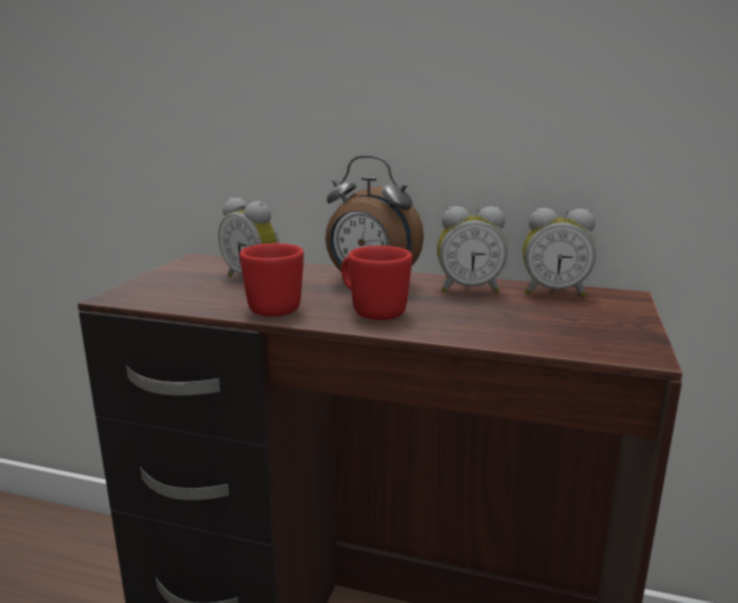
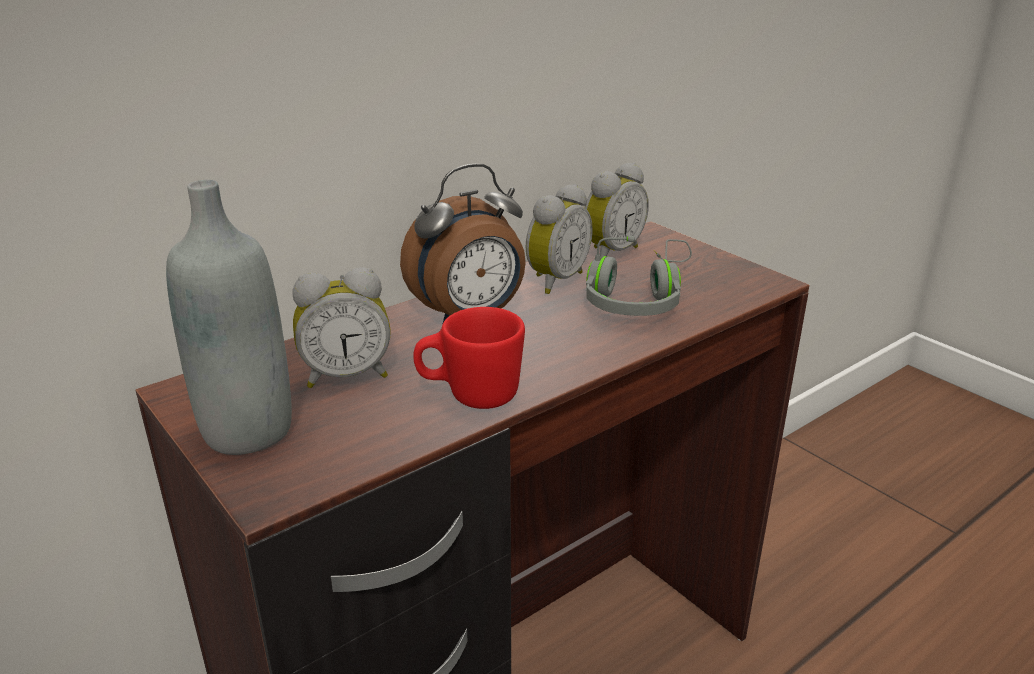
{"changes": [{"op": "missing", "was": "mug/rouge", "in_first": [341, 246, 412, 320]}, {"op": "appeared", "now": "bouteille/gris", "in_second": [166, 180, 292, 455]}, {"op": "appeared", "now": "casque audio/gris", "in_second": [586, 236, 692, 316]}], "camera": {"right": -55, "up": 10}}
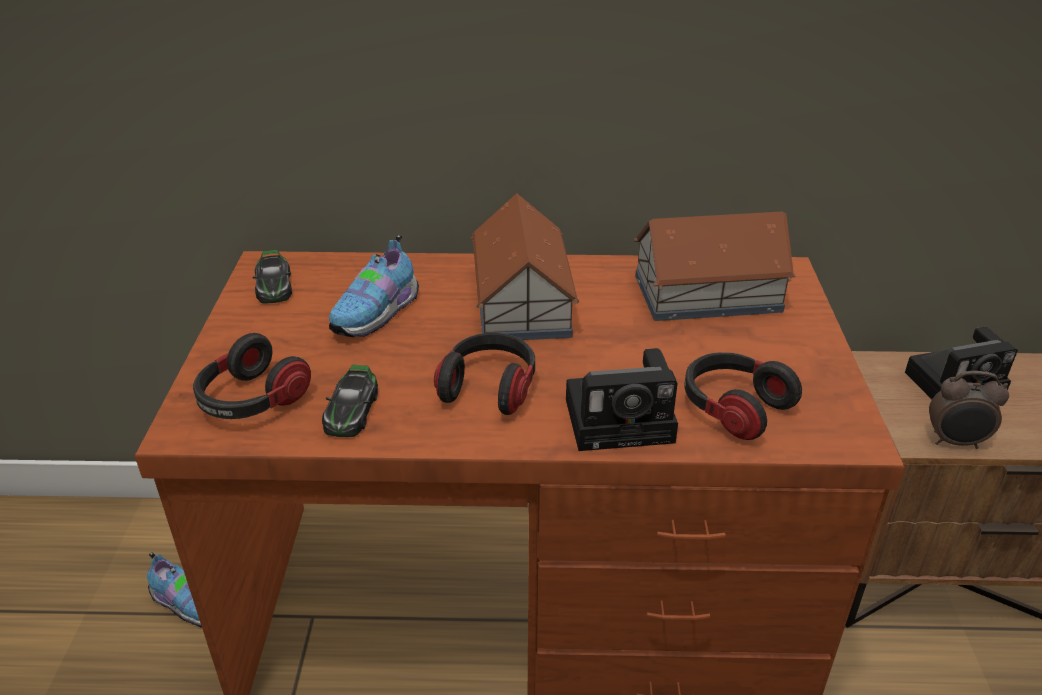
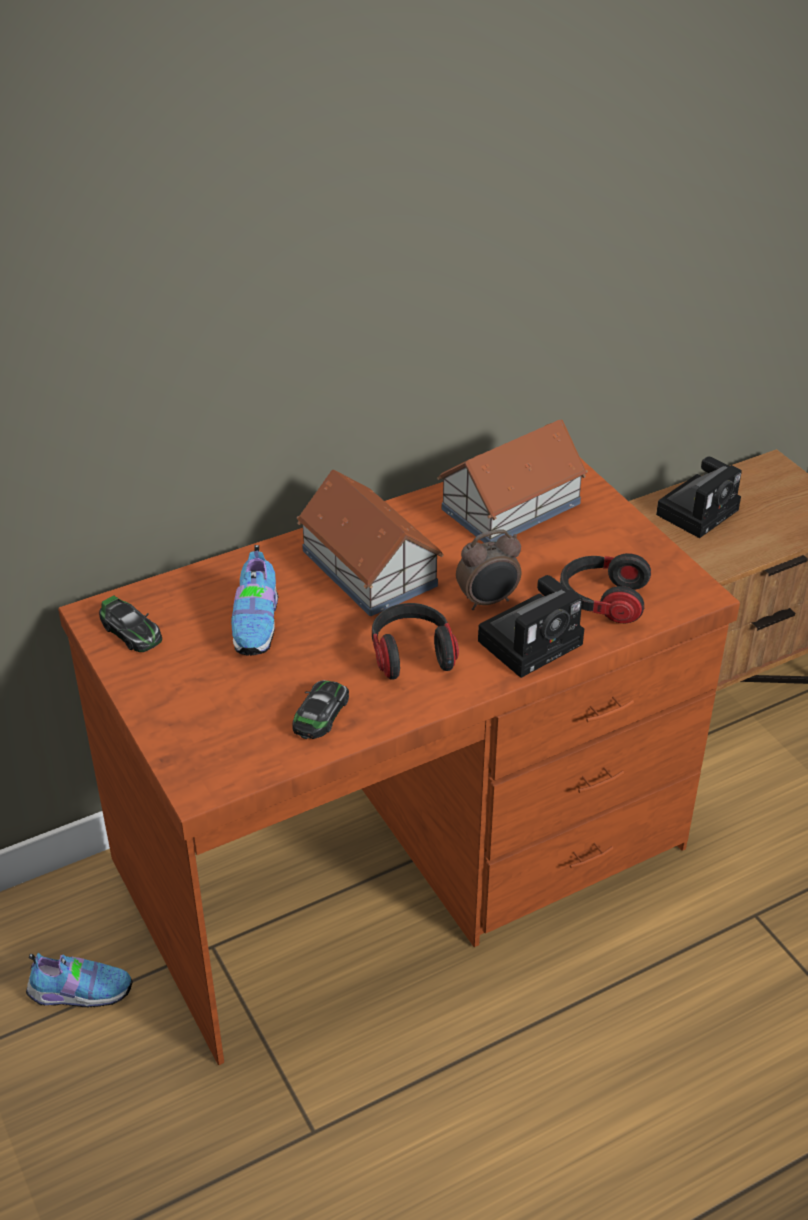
{"changes": [{"op": "missing", "was": "casque audio", "in_first": [193, 333, 311, 419]}, {"op": "relocated", "was": "réveil", "in_first": [929, 371, 1009, 449], "in_second": [456, 530, 522, 610]}, {"op": "spun", "was": "petite voiture", "in_first": [322, 365, 378, 437], "in_second": [292, 680, 349, 739], "clockwise": -135}], "camera": {"right": -30, "up": 5}}
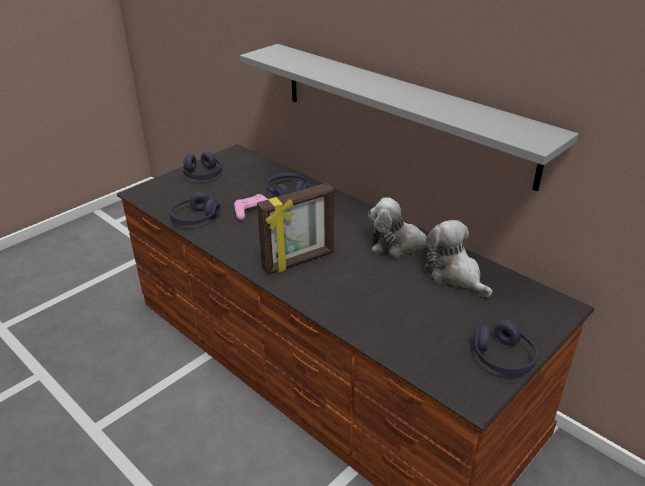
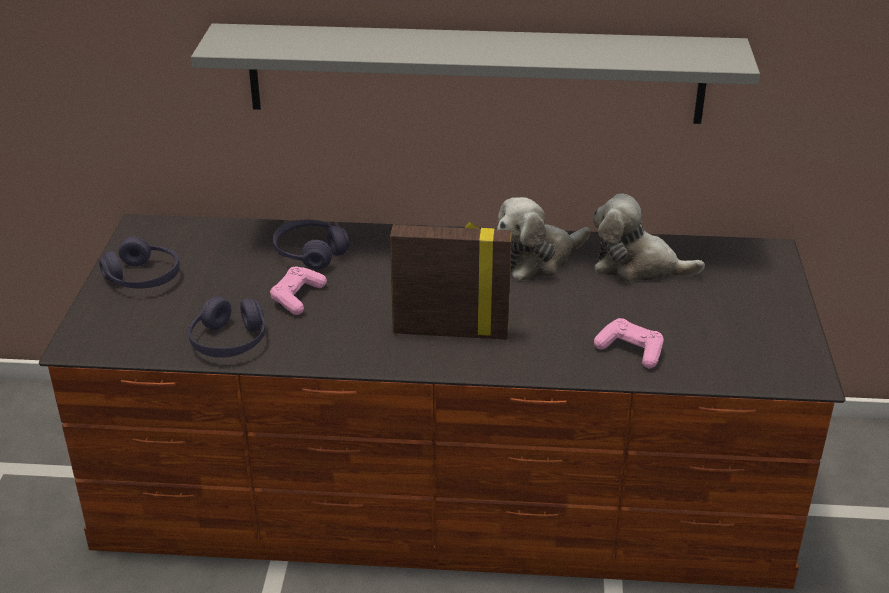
{"changes": [{"op": "missing", "was": "casque audio/violet", "in_first": [473, 320, 538, 375]}, {"op": "appeared", "now": "manette/rose", "in_second": [594, 318, 664, 368]}, {"op": "spun", "was": "cadre photo", "in_first": [257, 183, 334, 275], "in_second": [390, 222, 512, 340], "clockwise": -105}], "camera": {"right": -40, "up": 0}}
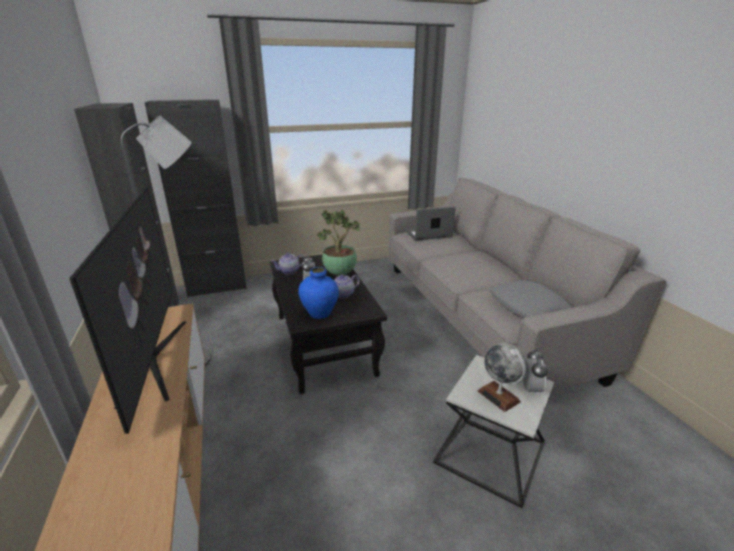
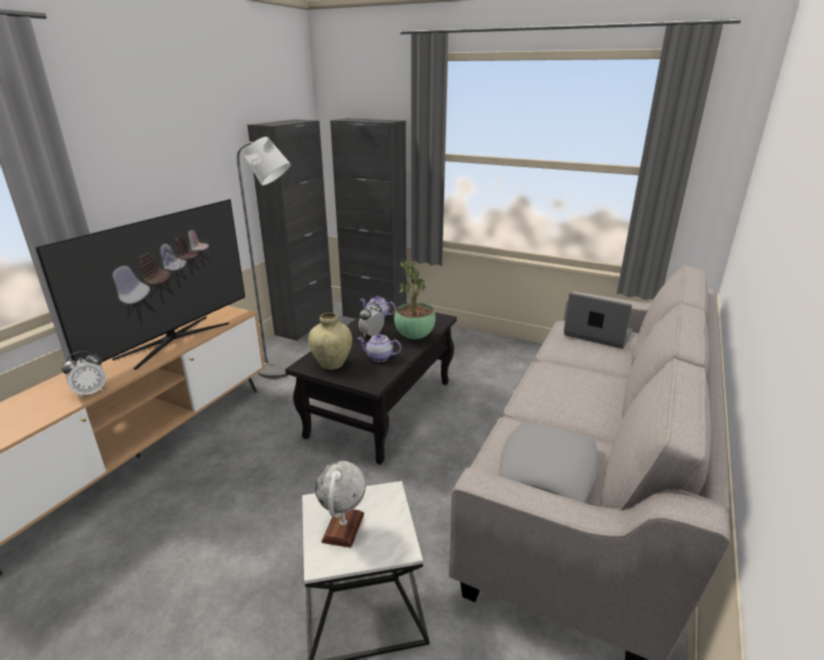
{"changes": [{"op": "relocated", "was": "réveil", "in_first": [523, 349, 548, 396], "in_second": [62, 351, 106, 398]}, {"op": "colour", "was": "vase/bleu", "now": "vase/beige", "in_first": [298, 267, 339, 319], "in_second": [308, 313, 352, 370]}], "camera": {"right": 45, "up": 0}}
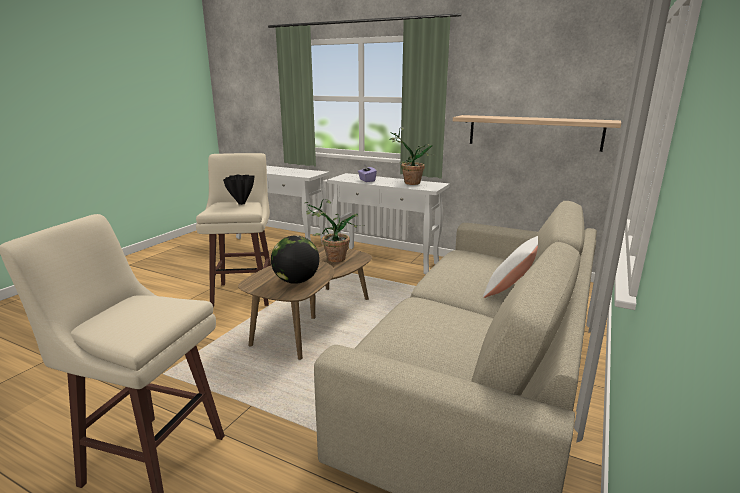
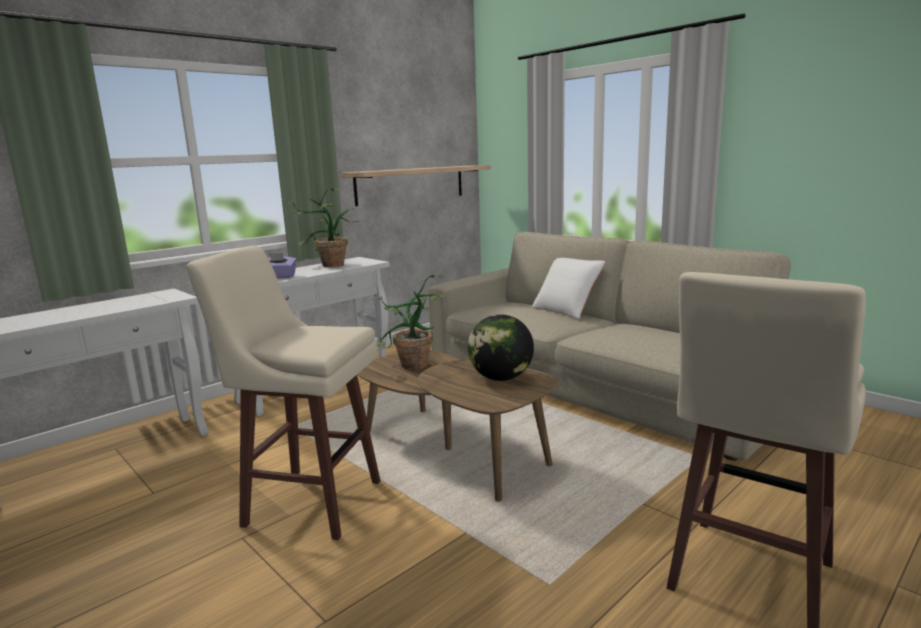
{"changes": [{"op": "missing", "was": "vase/noir", "in_first": [223, 175, 254, 205]}], "camera": {"right": -70, "up": -5}}
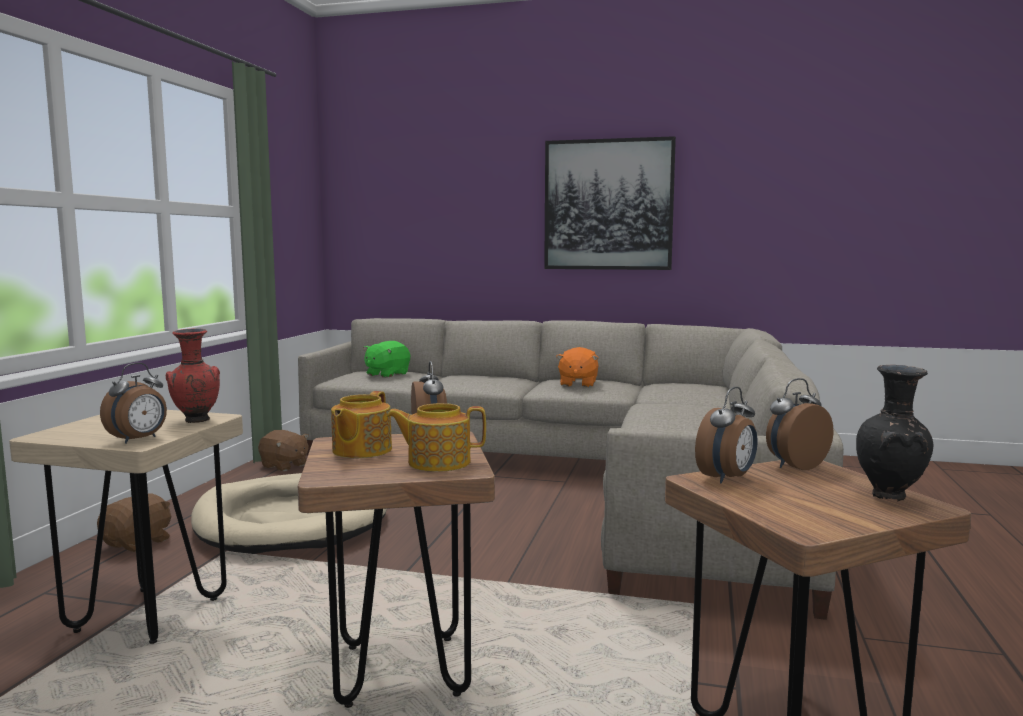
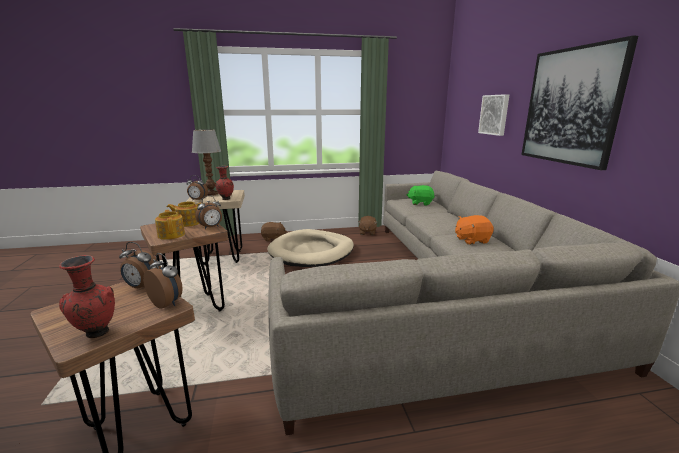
{"changes": [{"op": "appeared", "now": "lampe de table", "in_second": [192, 129, 221, 196]}, {"op": "appeared", "now": "tableau", "in_second": [478, 94, 510, 136]}, {"op": "colour", "was": "vase/noir", "now": "vase/rouge", "in_first": [856, 365, 933, 501], "in_second": [59, 255, 115, 338]}], "camera": {"right": 65, "up": 10}}
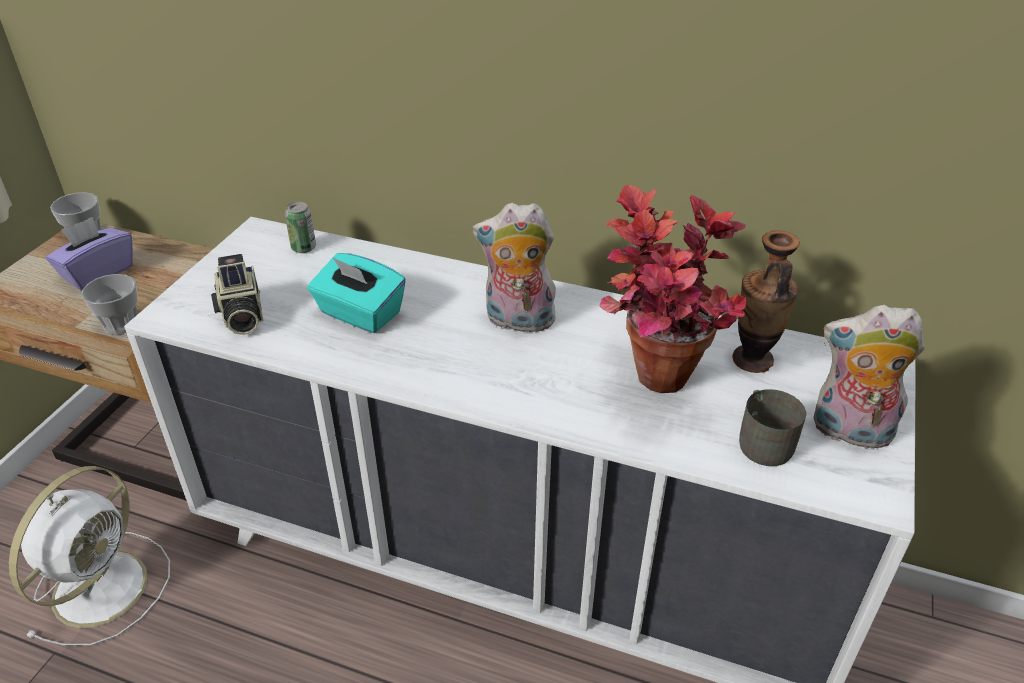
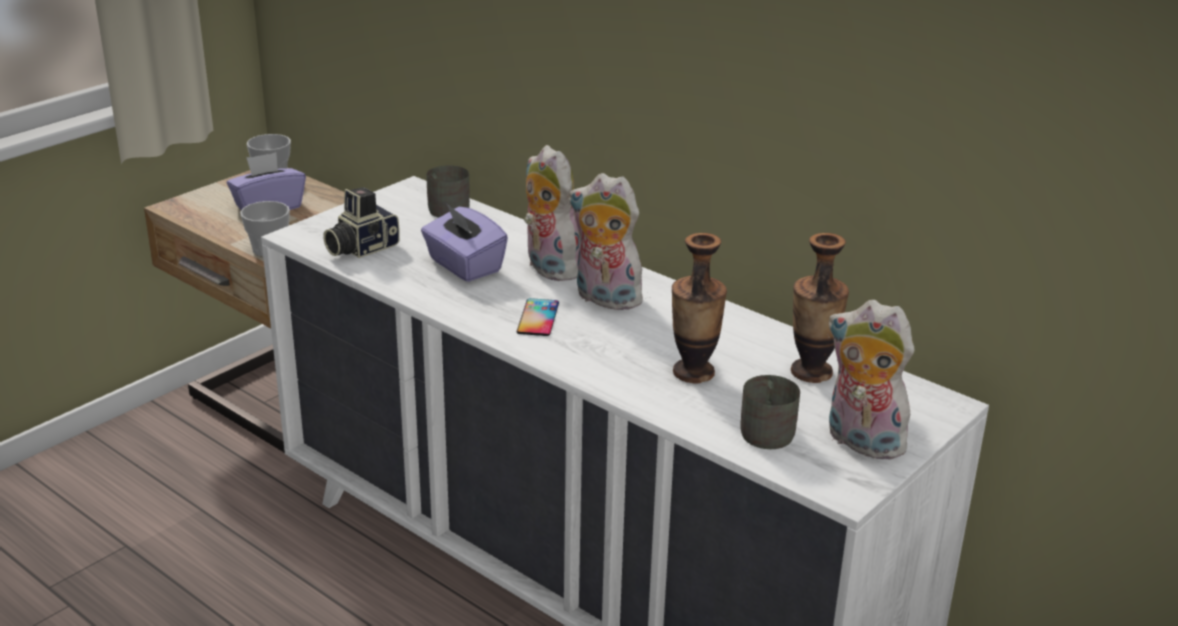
{"changes": [{"op": "missing", "was": "ventilateur/blanc", "in_first": [9, 466, 170, 646]}, {"op": "appeared", "now": "téléphone", "in_second": [517, 298, 559, 336]}, {"op": "appeared", "now": "peluche", "in_second": [524, 145, 580, 281]}, {"op": "exchanged", "was": "boîte métallique", "now": "mug/gris", "in_first": [285, 202, 316, 253], "in_second": [426, 165, 470, 218]}, {"op": "exchanged", "was": "plante en pot", "now": "vase", "in_first": [599, 185, 747, 393], "in_second": [672, 233, 727, 383]}, {"op": "colour", "was": "boîte à mouchoirs/turquoise", "now": "boîte à mouchoirs/violet", "in_first": [308, 253, 406, 333], "in_second": [421, 203, 508, 282]}, {"op": "spun", "was": "appareil photo", "in_first": [211, 254, 263, 335], "in_second": [323, 187, 400, 258], "clockwise": 45}], "camera": {"right": 20, "up": -10}}
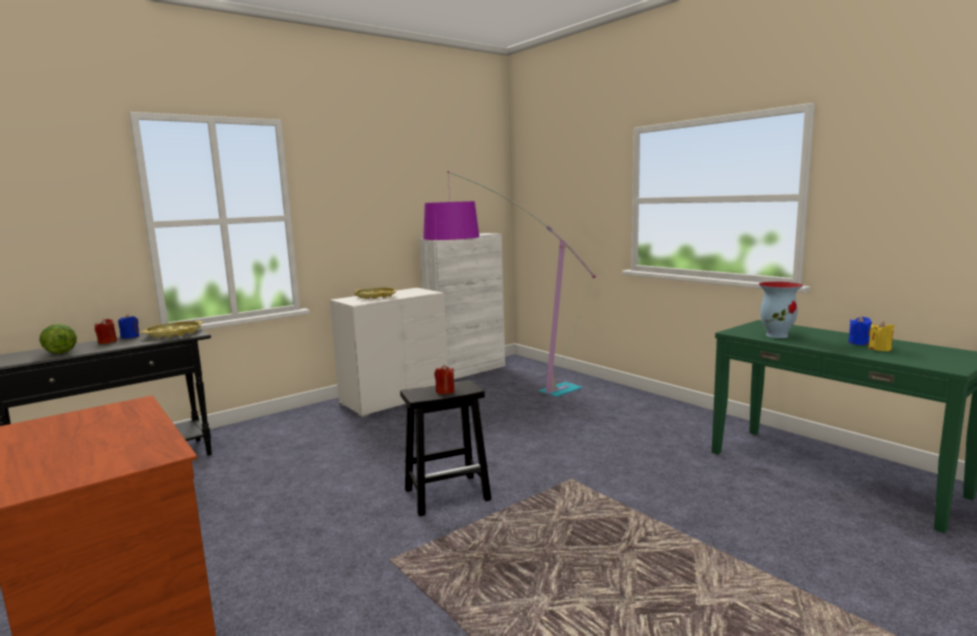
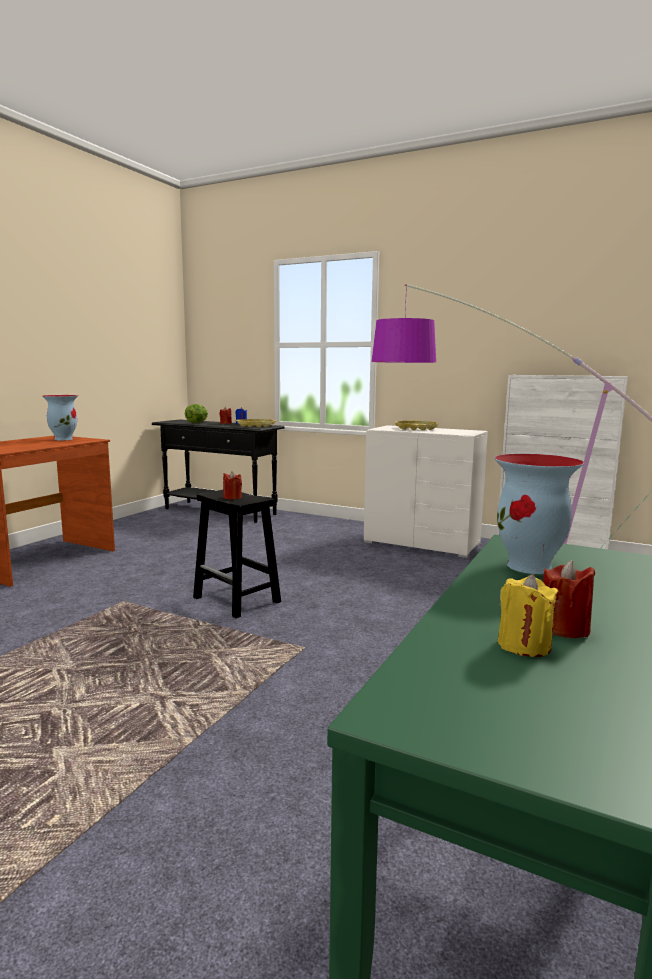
{"changes": [{"op": "appeared", "now": "vase", "in_second": [42, 395, 78, 440]}, {"op": "colour", "was": "bougie/bleu", "now": "bougie/rouge", "in_first": [849, 316, 872, 345], "in_second": [543, 560, 595, 638]}], "camera": {"right": 65, "up": 0}}
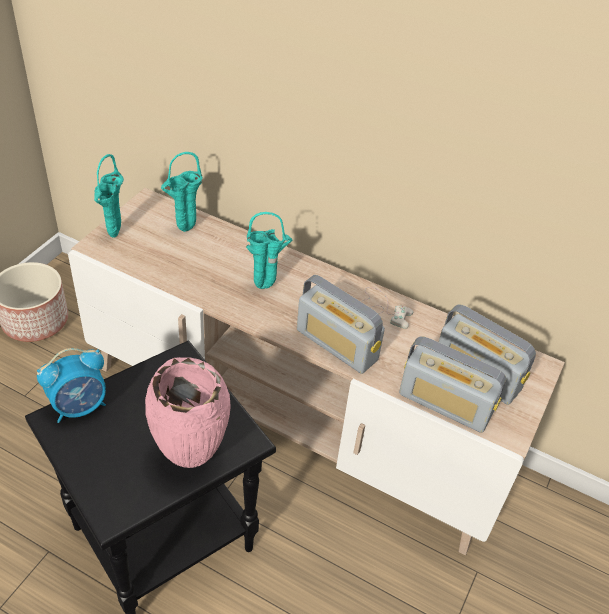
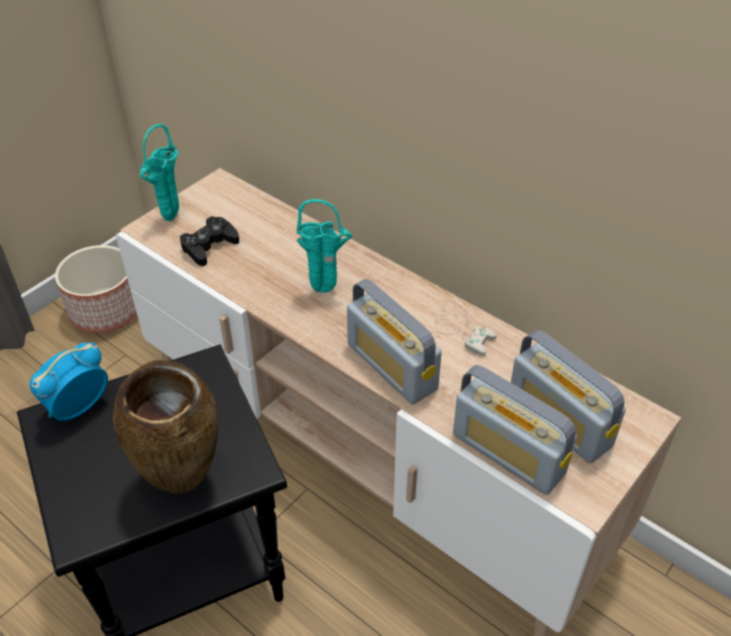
{"changes": [{"op": "missing", "was": "vase/turquoise", "in_first": [161, 152, 202, 232]}, {"op": "appeared", "now": "manette/noir", "in_second": [180, 216, 239, 266]}, {"op": "colour", "was": "vase/rose", "now": "vase/marron", "in_first": [145, 357, 231, 468], "in_second": [113, 360, 218, 493]}, {"op": "spun", "was": "réveil", "in_first": [37, 348, 106, 423], "in_second": [30, 342, 108, 421], "clockwise": 150}], "camera": {"right": 15, "up": 0}}
